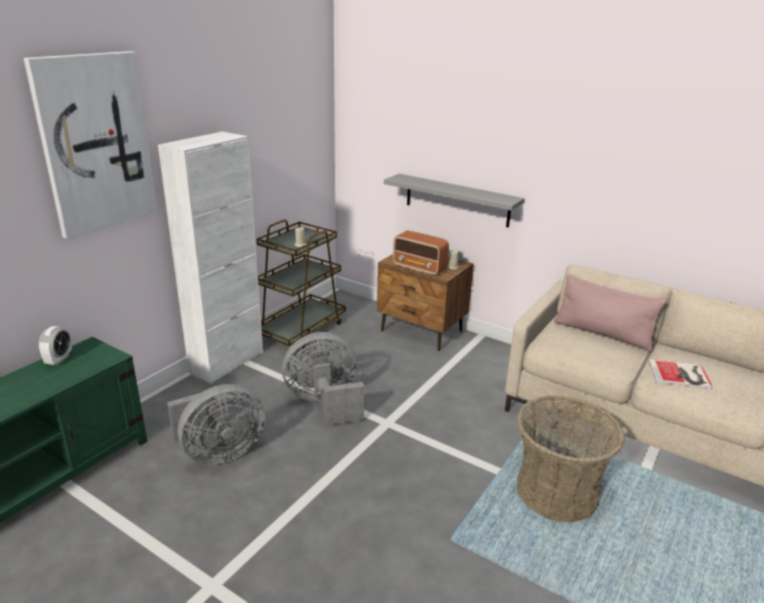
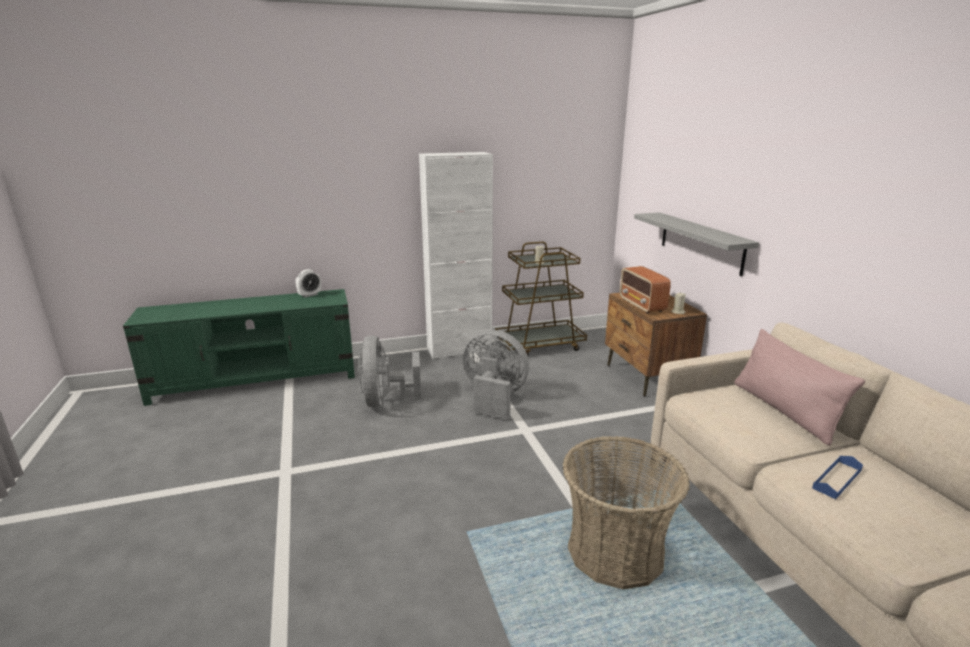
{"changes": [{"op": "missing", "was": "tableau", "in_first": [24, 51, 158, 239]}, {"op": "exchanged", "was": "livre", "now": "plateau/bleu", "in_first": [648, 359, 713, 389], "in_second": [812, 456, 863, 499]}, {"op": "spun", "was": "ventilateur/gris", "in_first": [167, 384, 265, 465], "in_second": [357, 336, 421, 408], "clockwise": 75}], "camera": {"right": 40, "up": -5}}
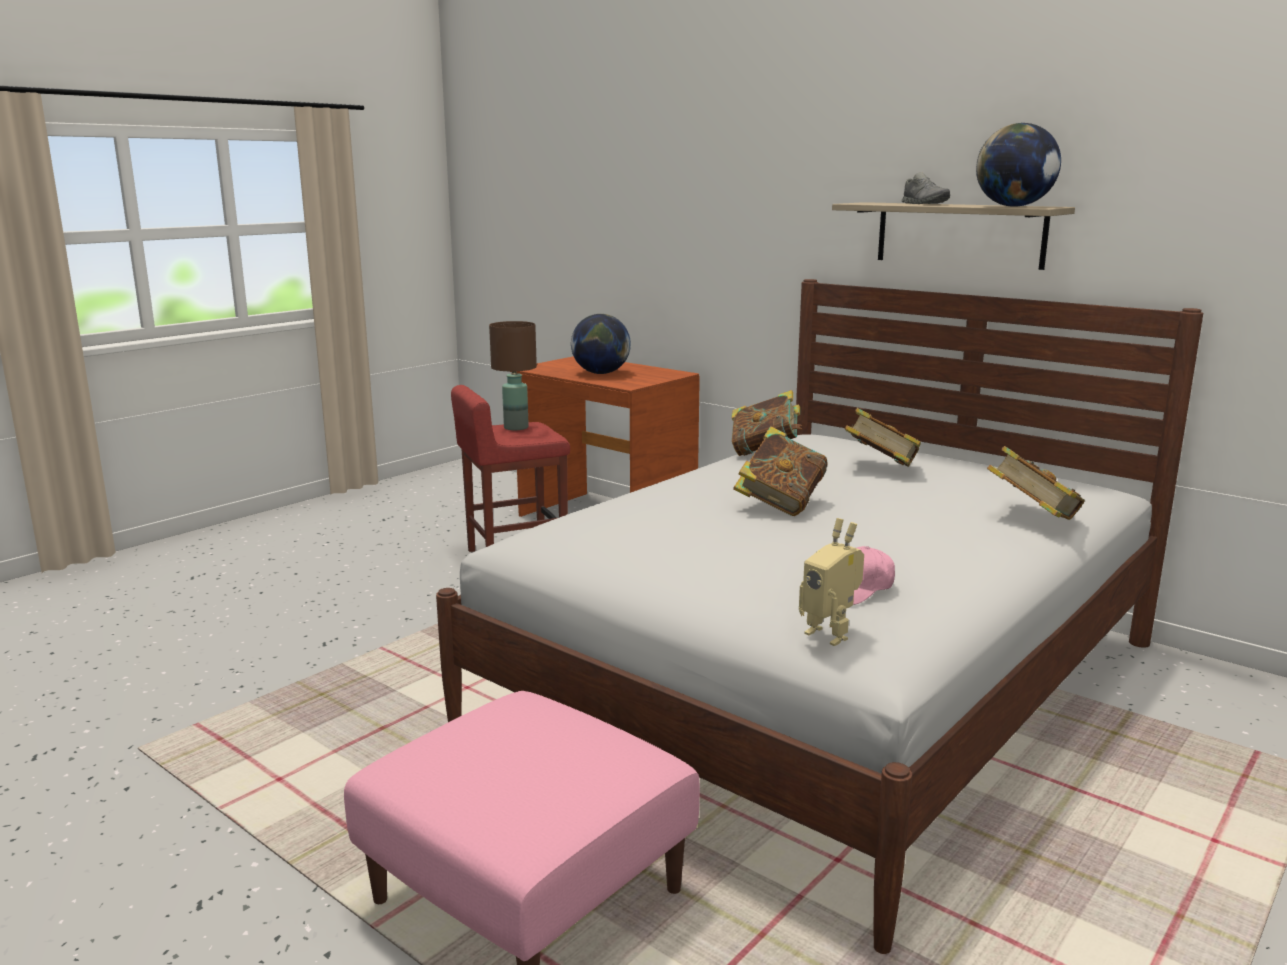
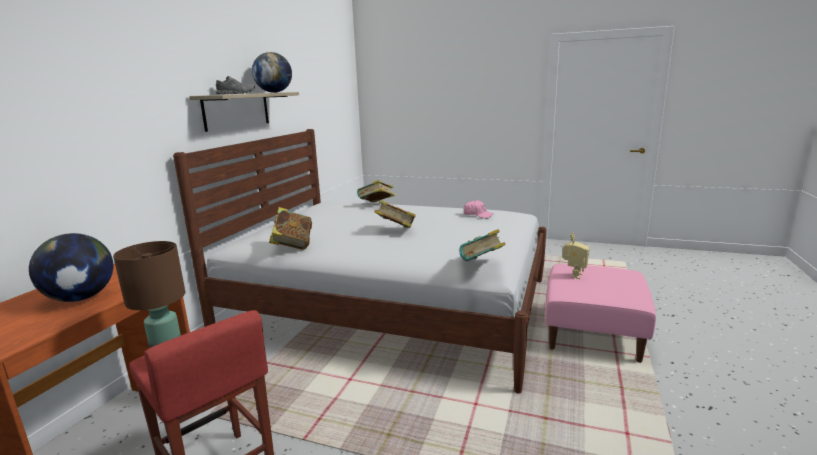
{"changes": [{"op": "relocated", "was": "robot jouet", "in_first": [799, 518, 864, 646], "in_second": [562, 233, 589, 279]}, {"op": "relocated", "was": "livre", "in_first": [845, 408, 921, 467], "in_second": [459, 229, 505, 261]}], "camera": {"right": -110, "up": 0}}
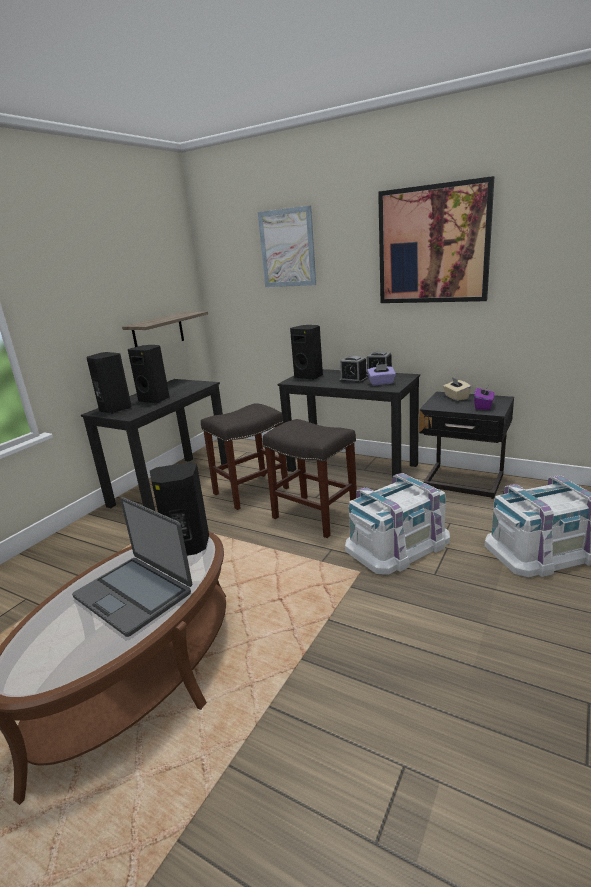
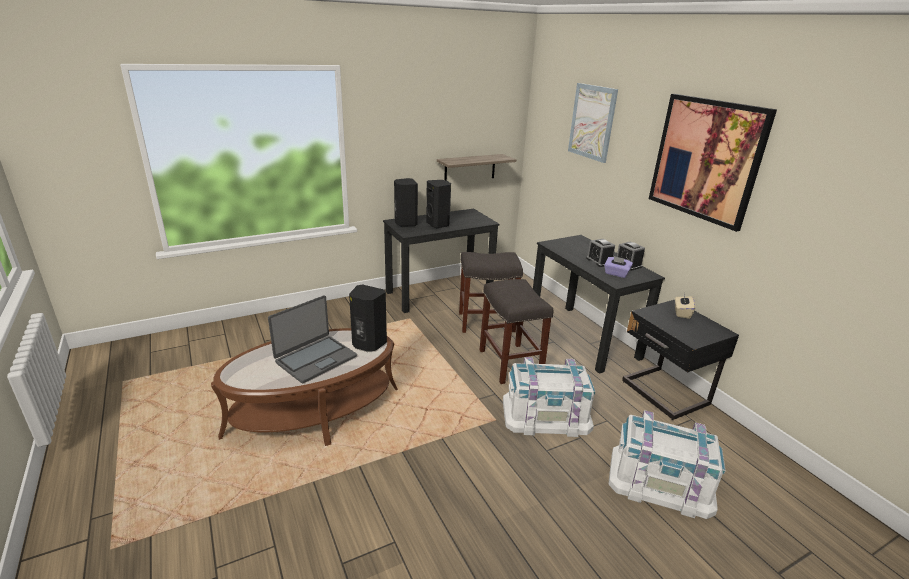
{"changes": [{"op": "missing", "was": "enceinte/noir", "in_first": [290, 325, 323, 380]}, {"op": "missing", "was": "boîte à mouchoirs/violet", "in_first": [474, 386, 494, 410]}, {"op": "spun", "was": "ordinateur portable", "in_first": [72, 497, 192, 637], "in_second": [268, 295, 357, 383], "clockwise": -120}], "camera": {"right": 30, "up": 5}}
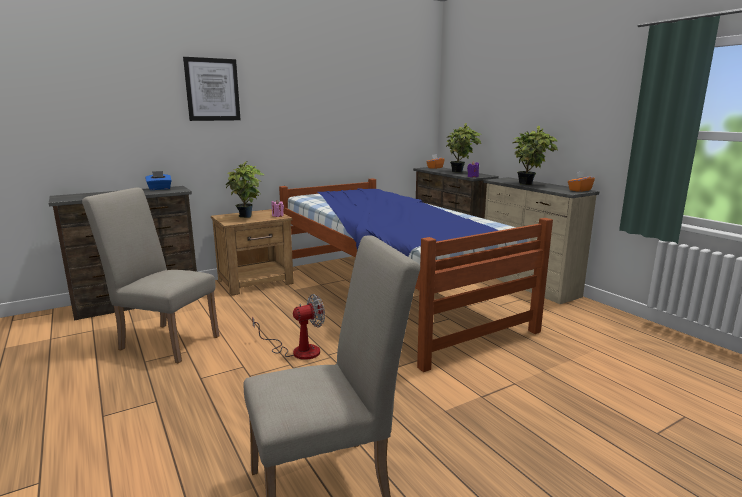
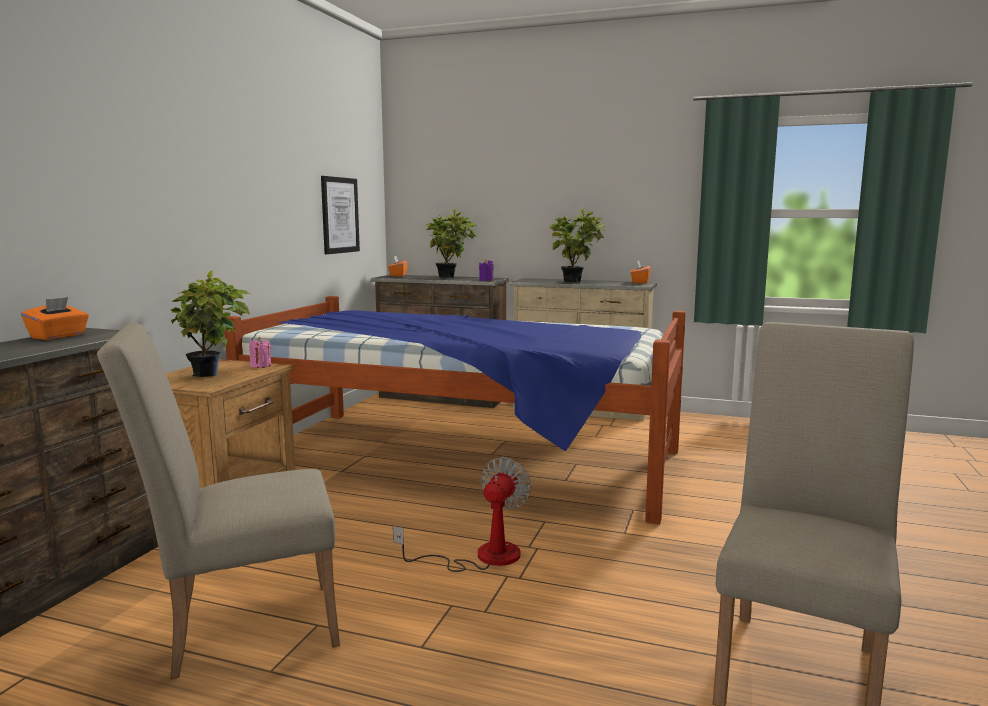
{"changes": [{"op": "relocated", "was": "tableau", "in_first": [183, 57, 241, 121], "in_second": [321, 176, 360, 254]}, {"op": "colour", "was": "boîte à mouchoirs/bleu", "now": "boîte à mouchoirs/orange", "in_first": [145, 171, 172, 190], "in_second": [21, 297, 89, 340]}], "camera": {"right": -40, "up": -5}}
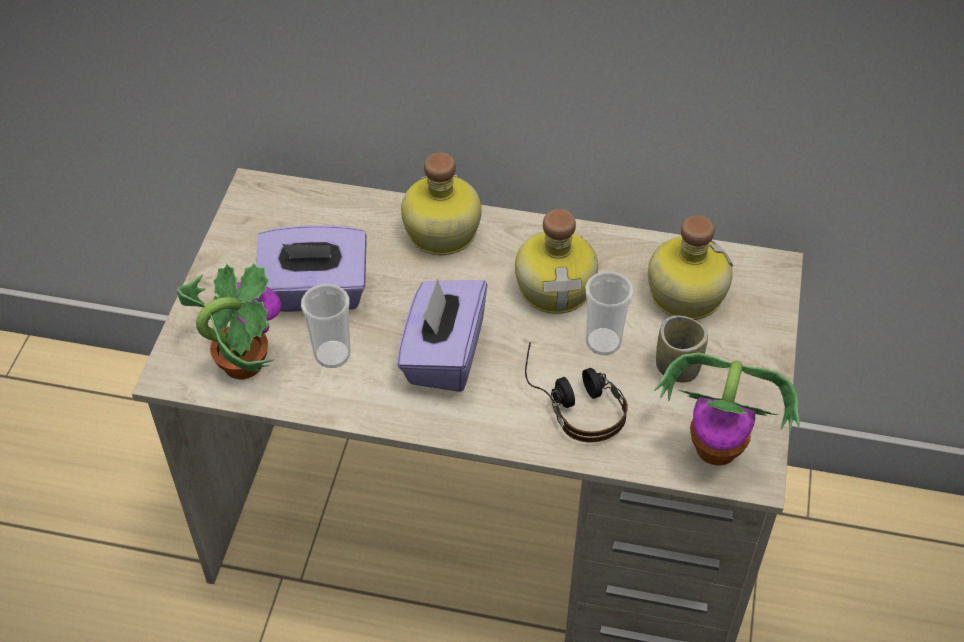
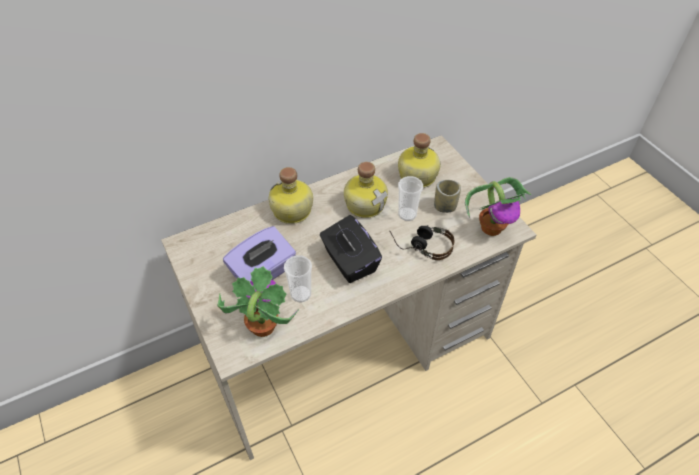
{"changes": [{"op": "colour", "was": "boîte à mouchoirs/violet", "now": "boîte à mouchoirs/noir", "in_first": [397, 279, 487, 392], "in_second": [320, 215, 382, 283]}], "camera": {"right": -40, "up": 0}}
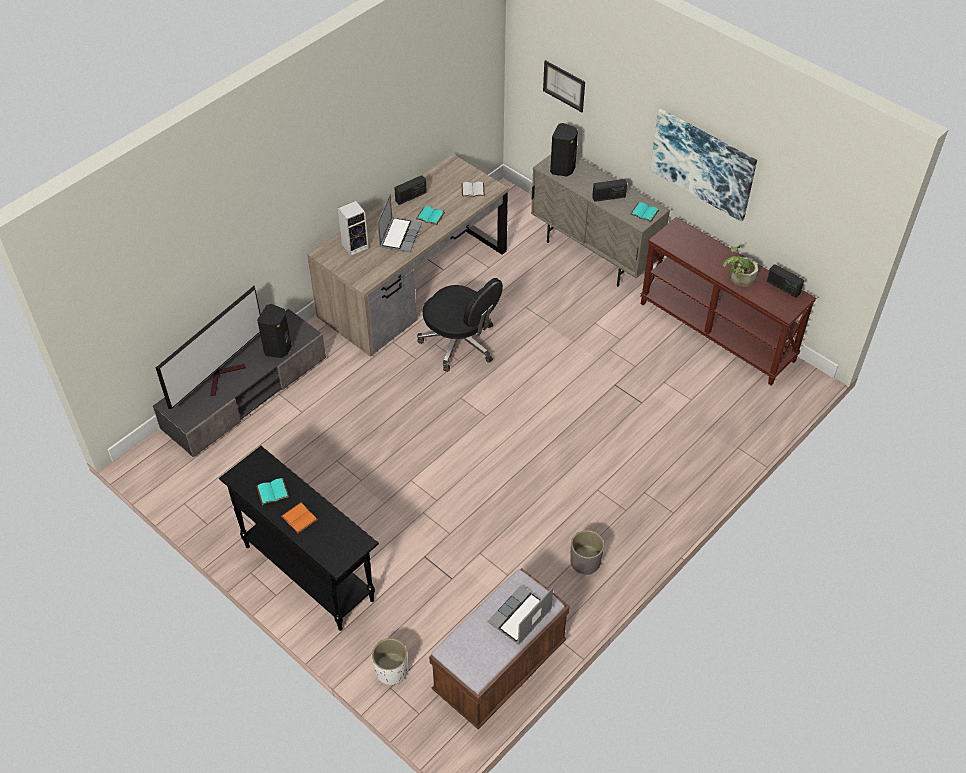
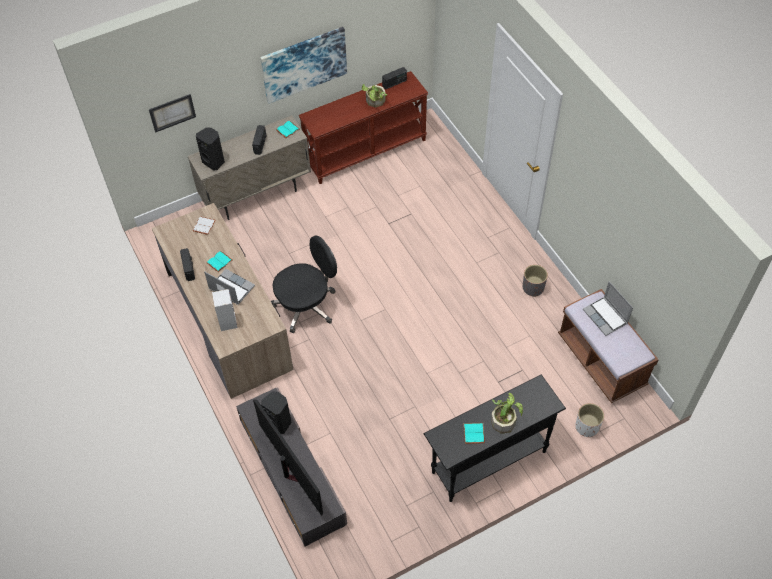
{"changes": [{"op": "exchanged", "was": "livre/orange", "now": "plante en pot", "in_first": [281, 502, 318, 534], "in_second": [491, 393, 523, 434]}], "camera": {"right": -70, "up": 5}}
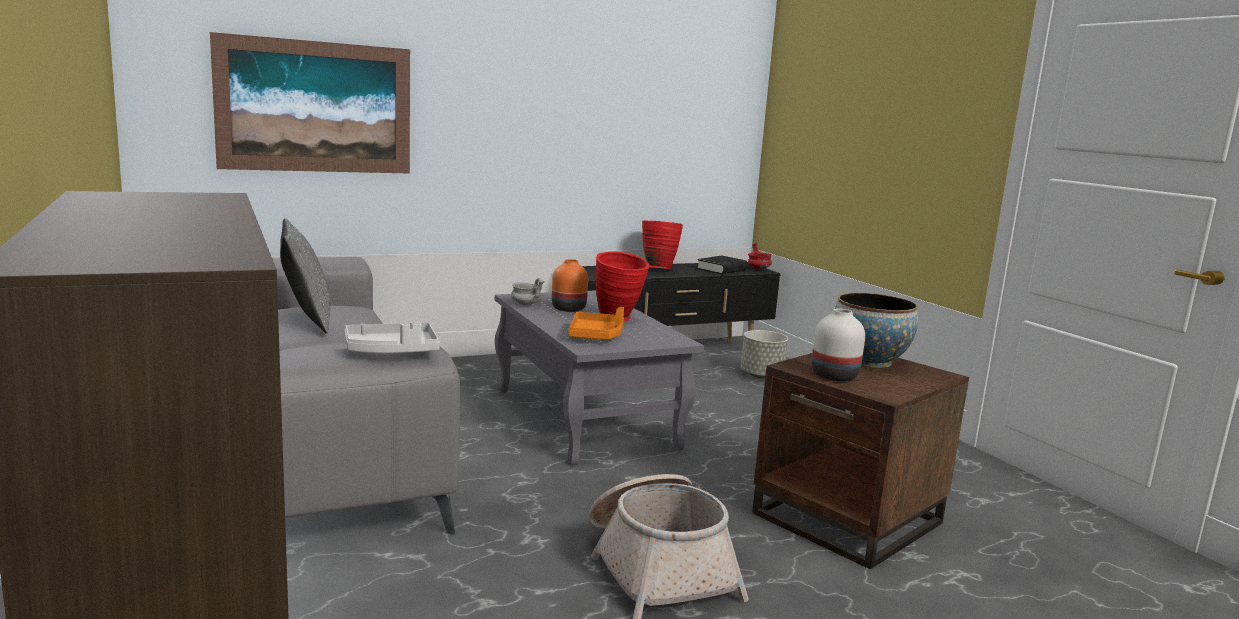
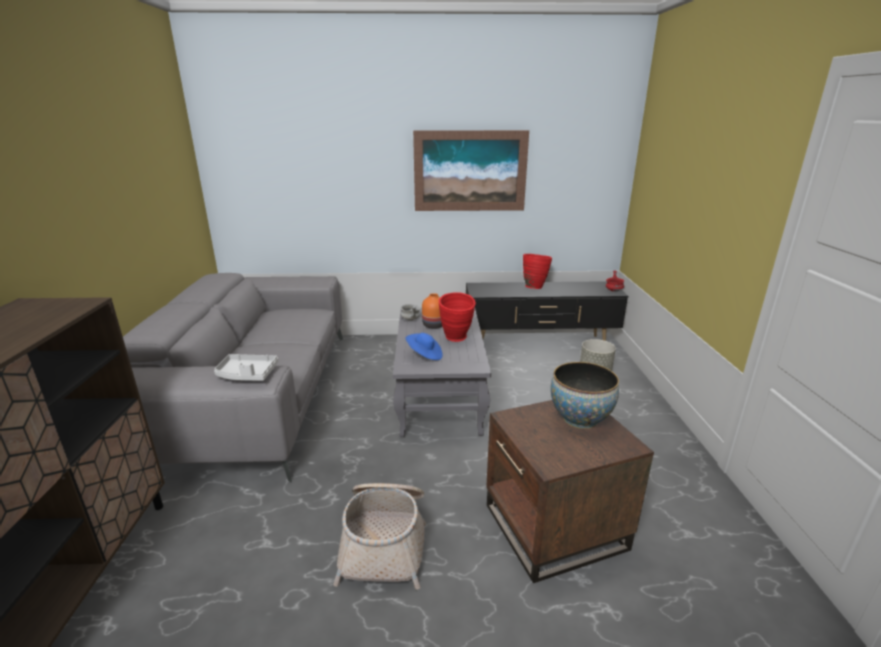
{"changes": [{"op": "missing", "was": "coussin/gris", "in_first": [280, 218, 331, 334]}, {"op": "missing", "was": "livre/noir", "in_first": [697, 255, 748, 274]}, {"op": "missing", "was": "vase/blanc", "in_first": [812, 308, 865, 381]}, {"op": "relocated", "was": "tableau", "in_first": [210, 32, 410, 174], "in_second": [413, 130, 529, 211]}, {"op": "exchanged", "was": "plateau/orange", "now": "chapeau/bleu", "in_first": [568, 307, 624, 340], "in_second": [406, 333, 443, 360]}], "camera": {"right": 25, "up": 10}}
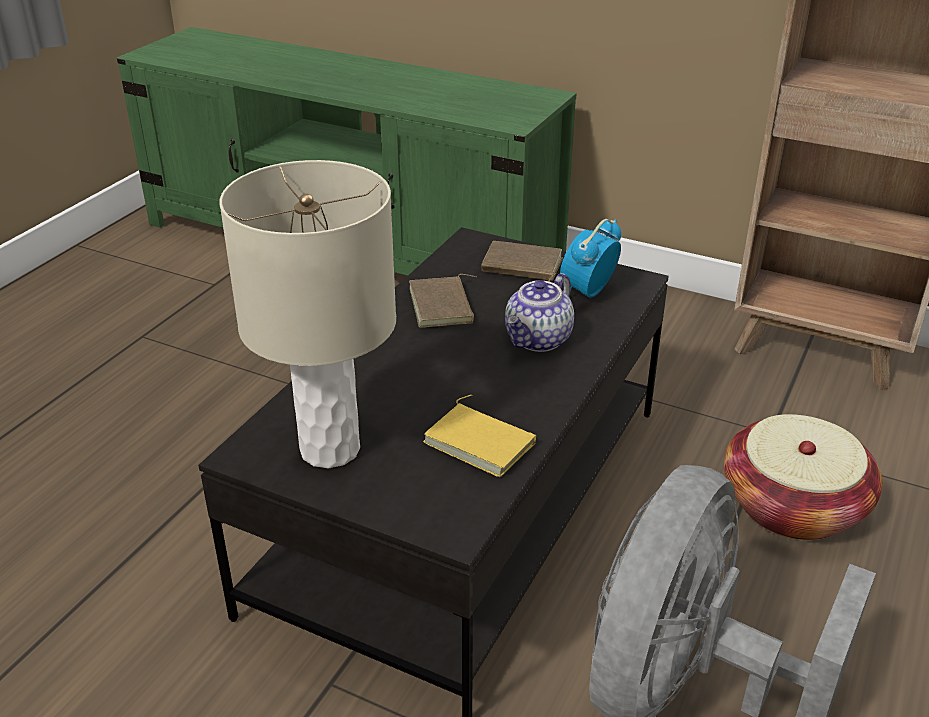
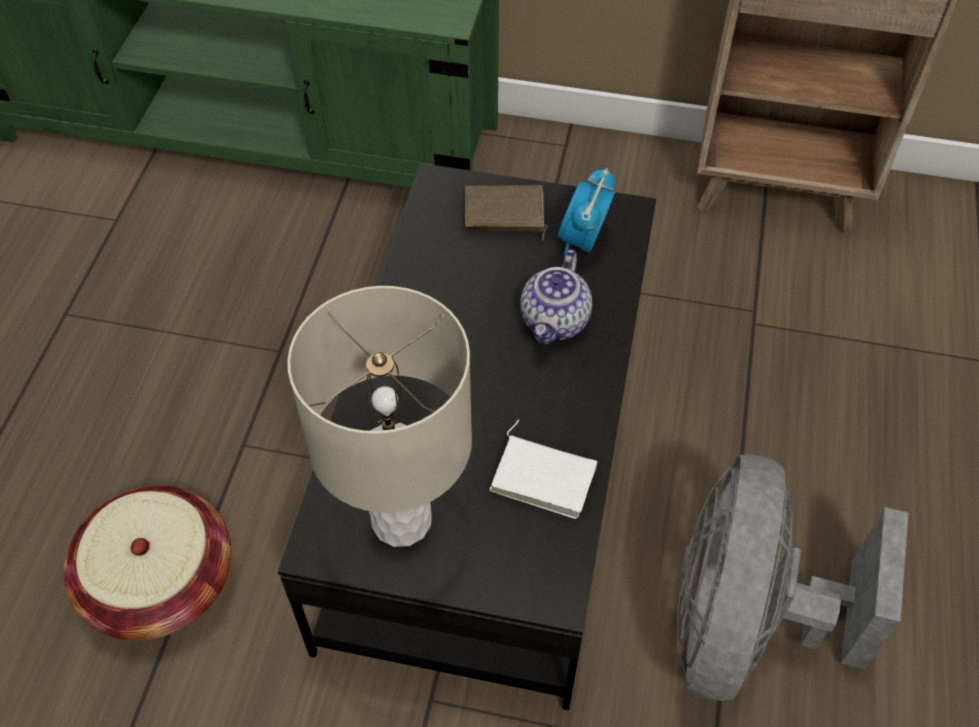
{"changes": [{"op": "missing", "was": "livre/marron", "in_first": [409, 274, 477, 328]}, {"op": "relocated", "was": "panier", "in_first": [724, 414, 882, 540], "in_second": [63, 485, 232, 641]}, {"op": "colour", "was": "livre/jaune", "now": "livre/blanc", "in_first": [423, 395, 536, 477], "in_second": [489, 420, 598, 519]}], "camera": {"right": -15, "up": 20}}
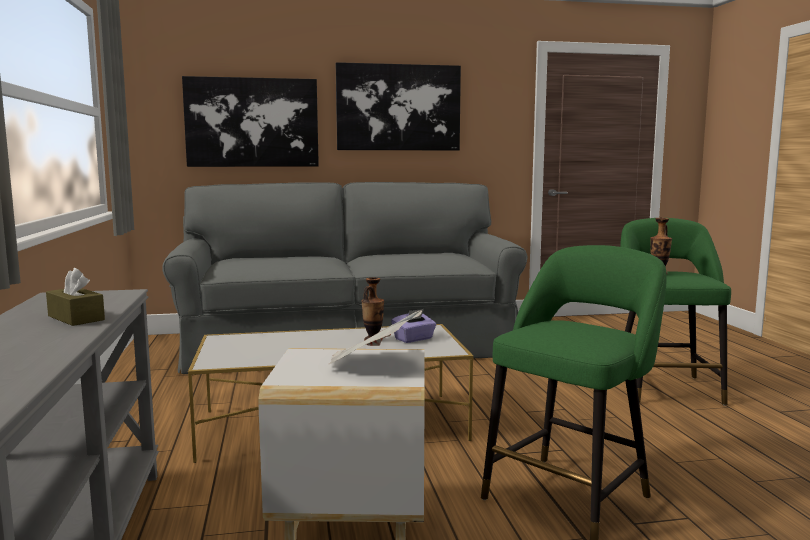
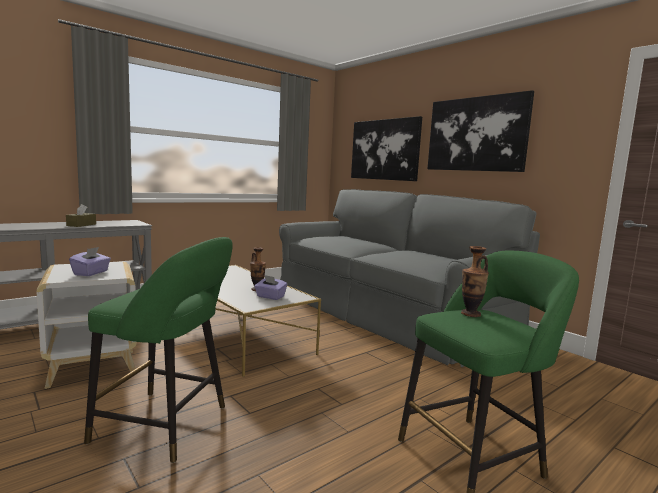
{"changes": [{"op": "exchanged", "was": "journal", "now": "boîte à mouchoirs/violet", "in_first": [329, 311, 422, 364], "in_second": [69, 247, 111, 276]}], "camera": {"right": 60, "up": 0}}
